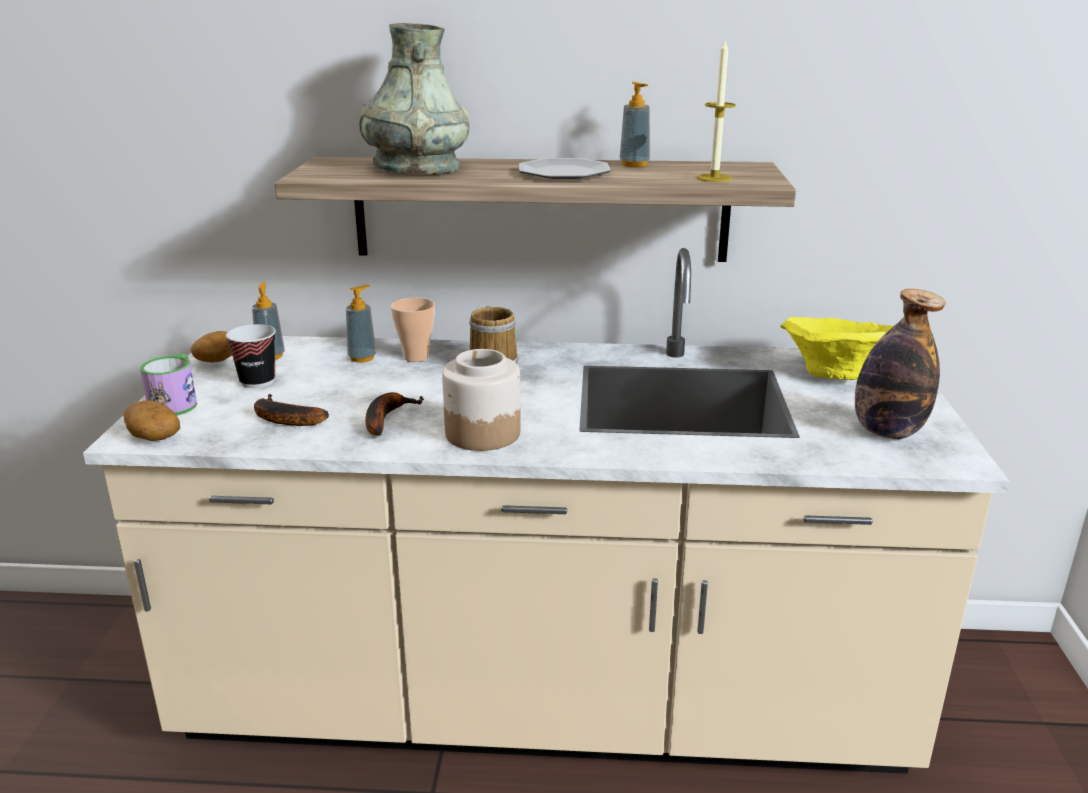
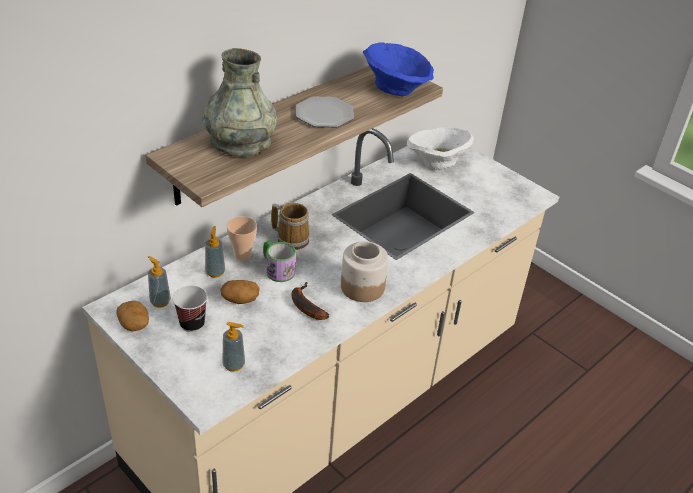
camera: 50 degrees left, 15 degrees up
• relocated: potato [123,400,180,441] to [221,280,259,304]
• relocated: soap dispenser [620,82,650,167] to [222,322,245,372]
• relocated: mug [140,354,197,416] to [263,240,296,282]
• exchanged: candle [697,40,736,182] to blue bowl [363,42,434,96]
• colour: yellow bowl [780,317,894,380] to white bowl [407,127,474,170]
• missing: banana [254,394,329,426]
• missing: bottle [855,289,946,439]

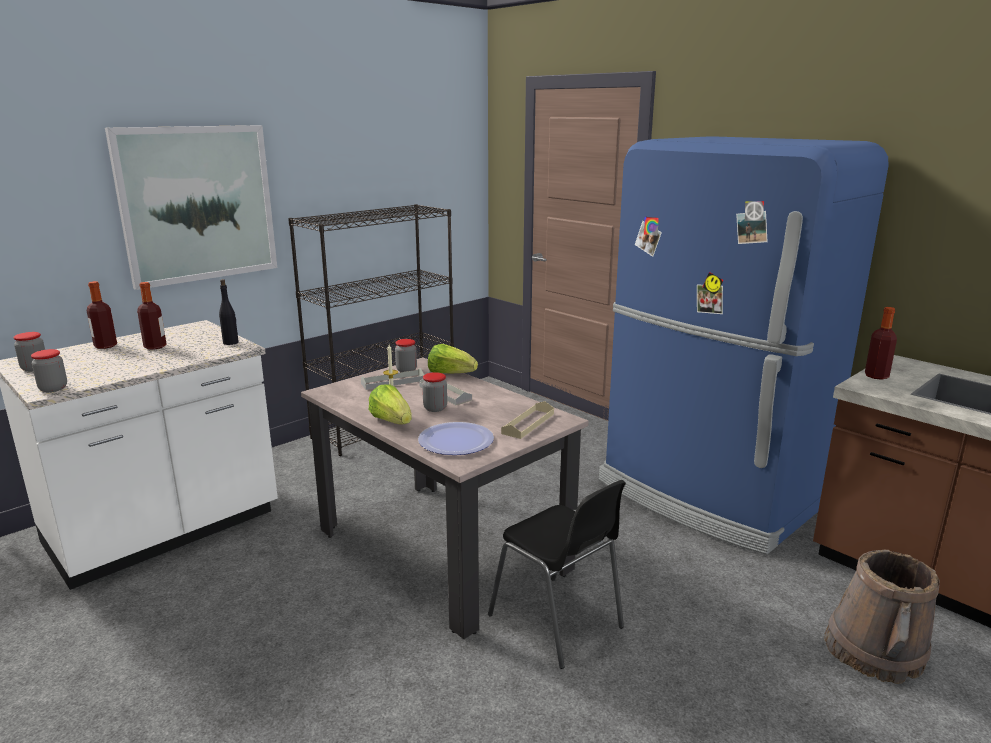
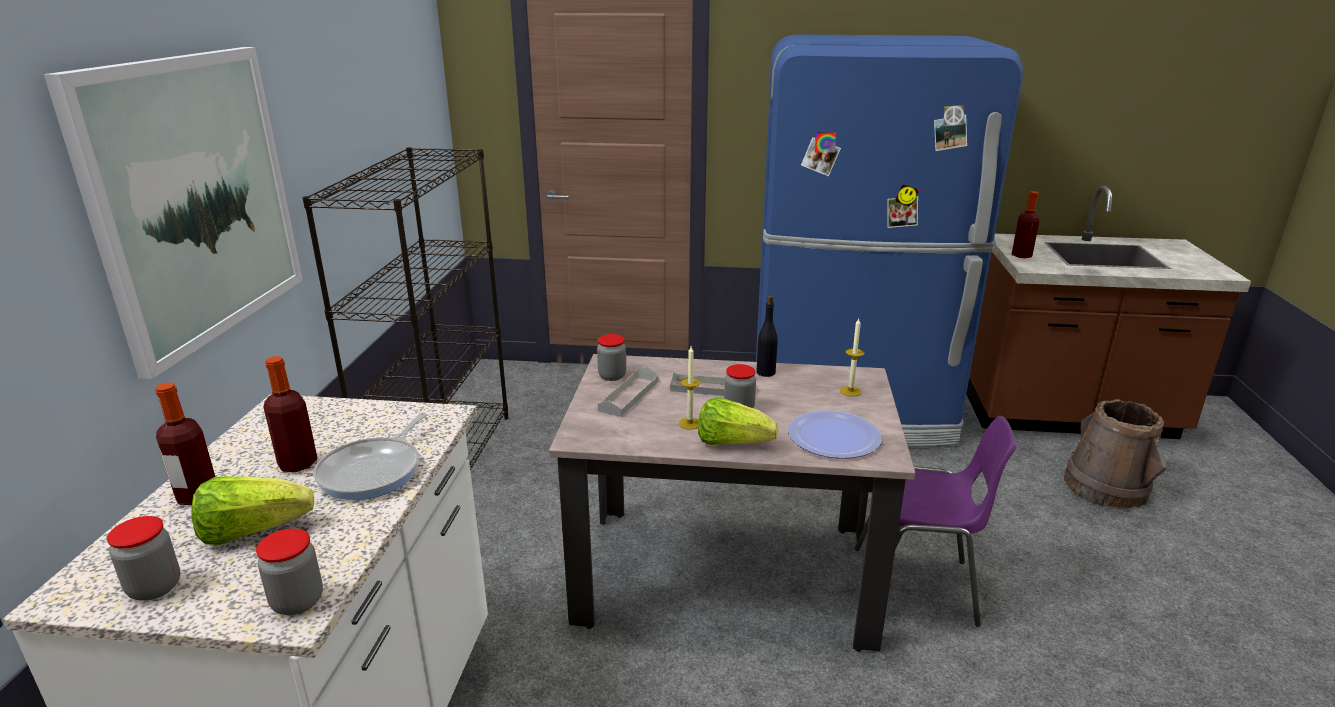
camera: 40 degrees left, 5 degrees up
• relocated: lettuce [428,344,478,374] to [191,476,314,545]
• appeared: frying pan [314,412,427,500]
• relocated: black bottle [219,279,239,345] to [757,296,778,377]
• exchanged: beige tray [501,401,554,439] to candle [840,319,865,397]
• colour: black chair [488,480,626,669] to purple chair [855,415,1016,627]

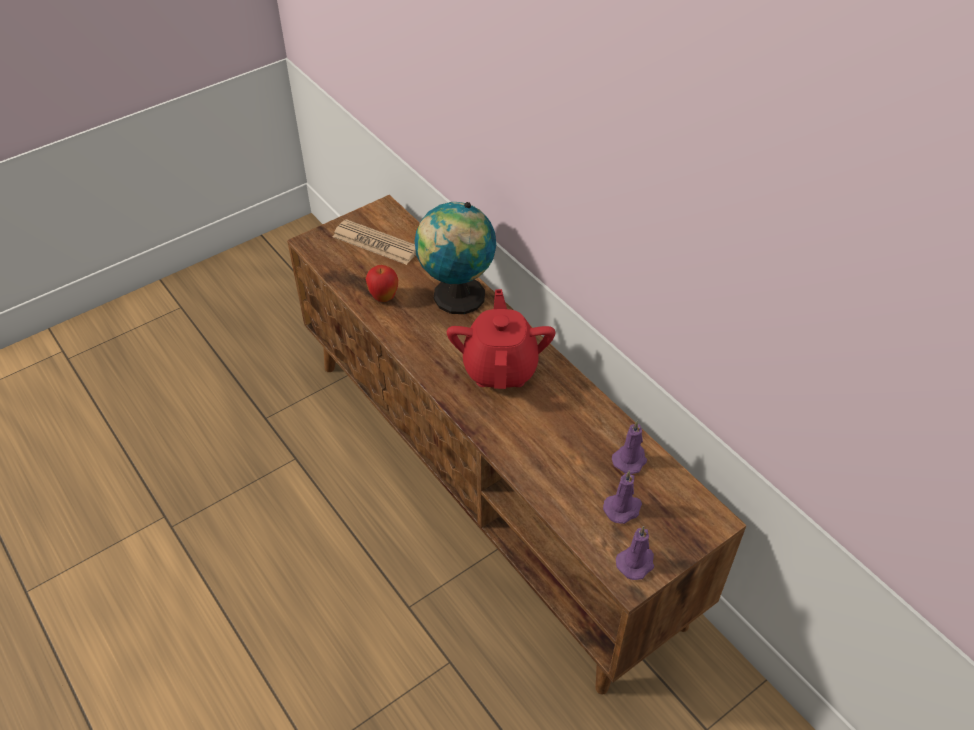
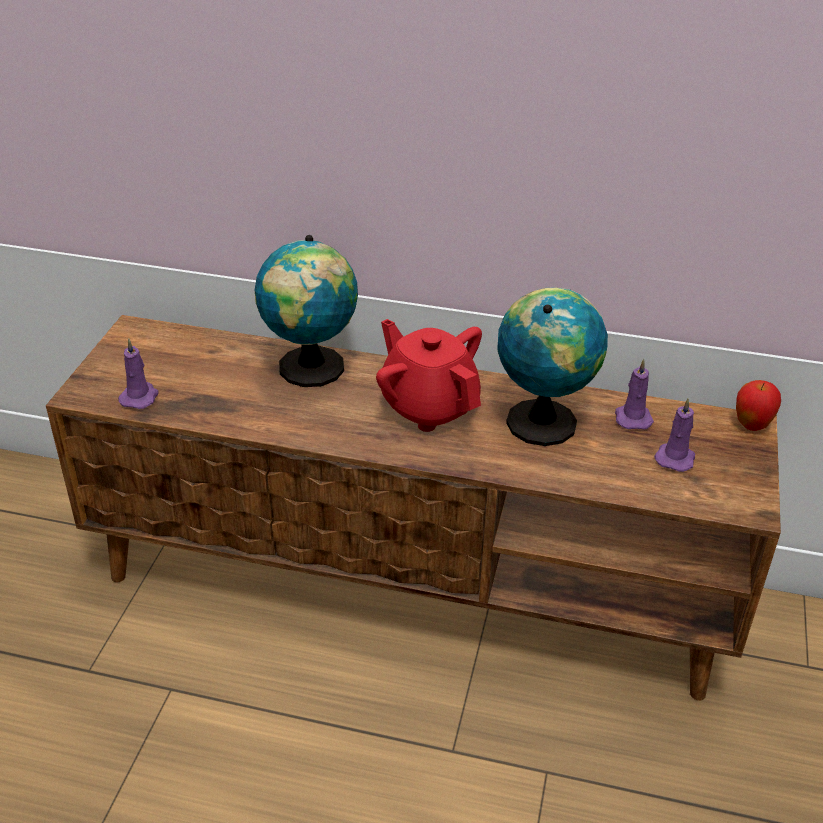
camera: 40 degrees left, 10 degrees down
• relocated: purple candle [616,526,654,580] to [118,339,159,409]
• appeared: globe [497,288,608,446]
• relocated: apple [366,265,398,302] to [736,380,781,431]
• missing: newspaper [332,219,416,265]

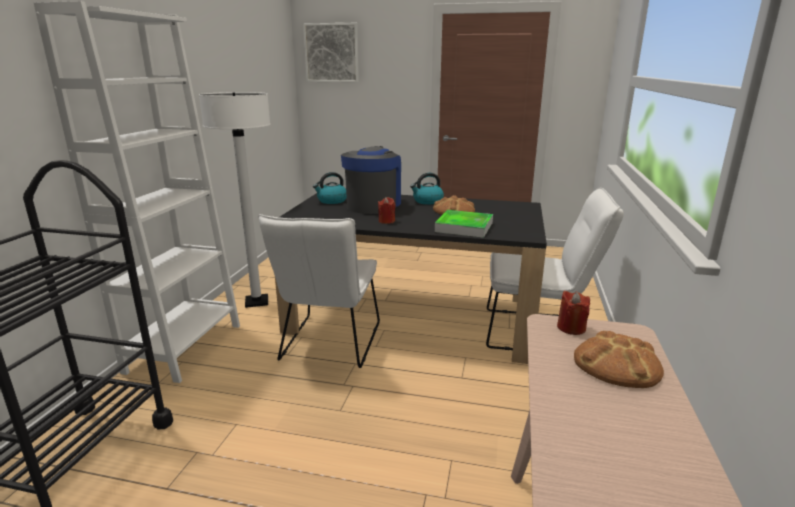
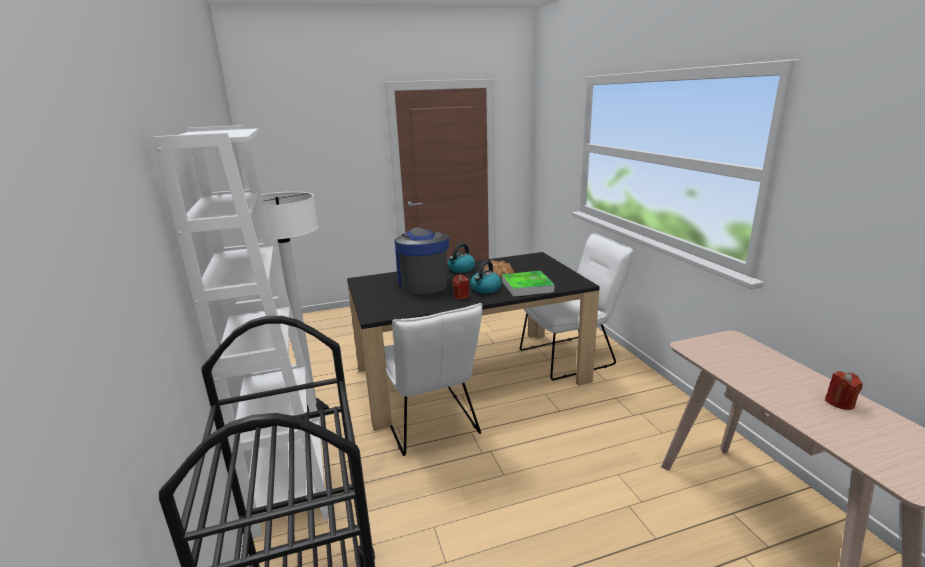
camera: 30 degrees left, 0 degrees up
• relocated: kettle [313,172,347,204] to [470,260,501,294]
• relocated: red candle [557,291,590,335] to [825,371,863,410]
• missing: picture [303,23,359,83]
• missing: bread [574,331,664,388]

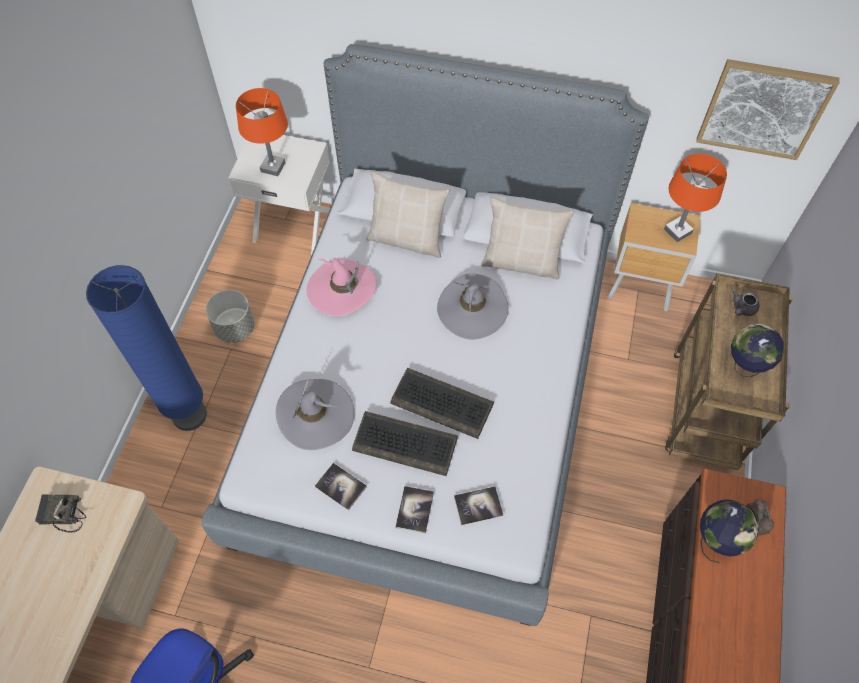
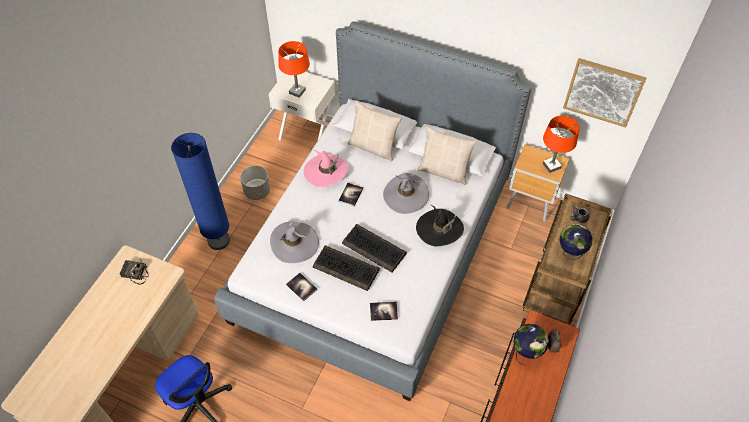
camera: 10 degrees right, 5 degrees down
• relocated: book [395,486,434,534] to [338,183,363,207]
• appeared: black hat [416,205,464,246]

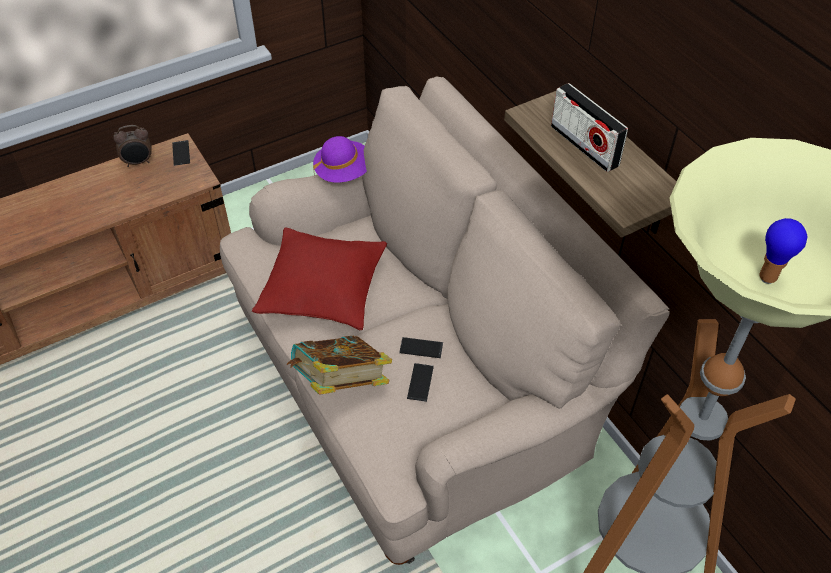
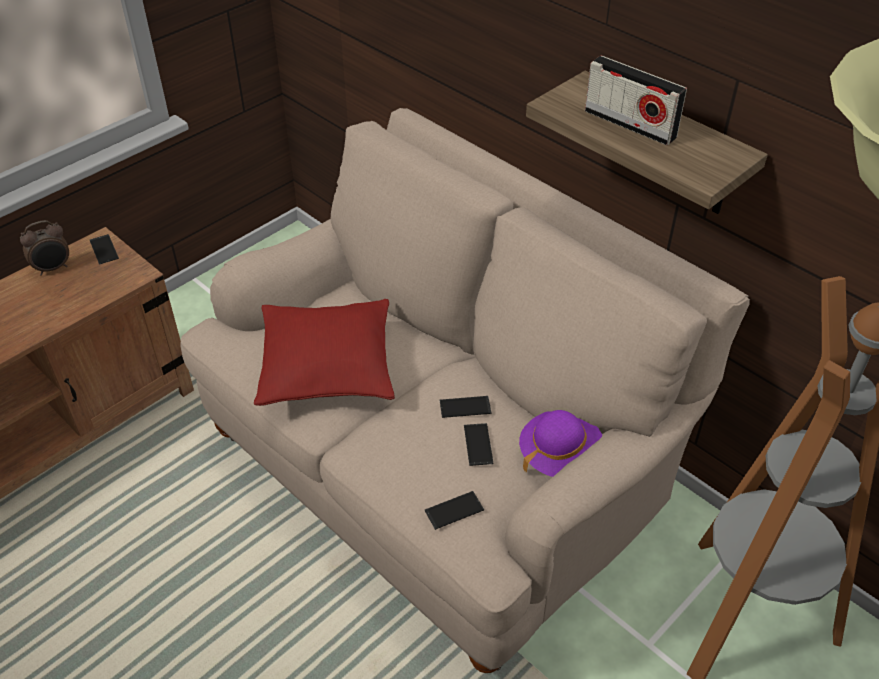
camera: 15 degrees left, 5 degrees down
• appeared: phone [424,491,484,530]
• relocated: purple hat [313,136,367,183] to [519,410,602,477]
• missing: book [287,336,392,395]

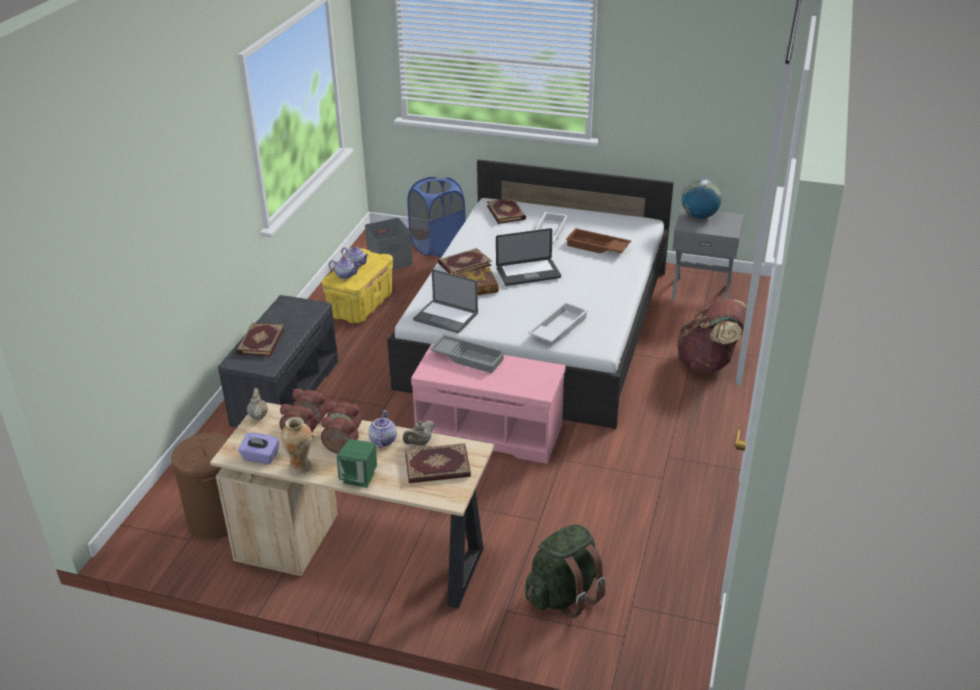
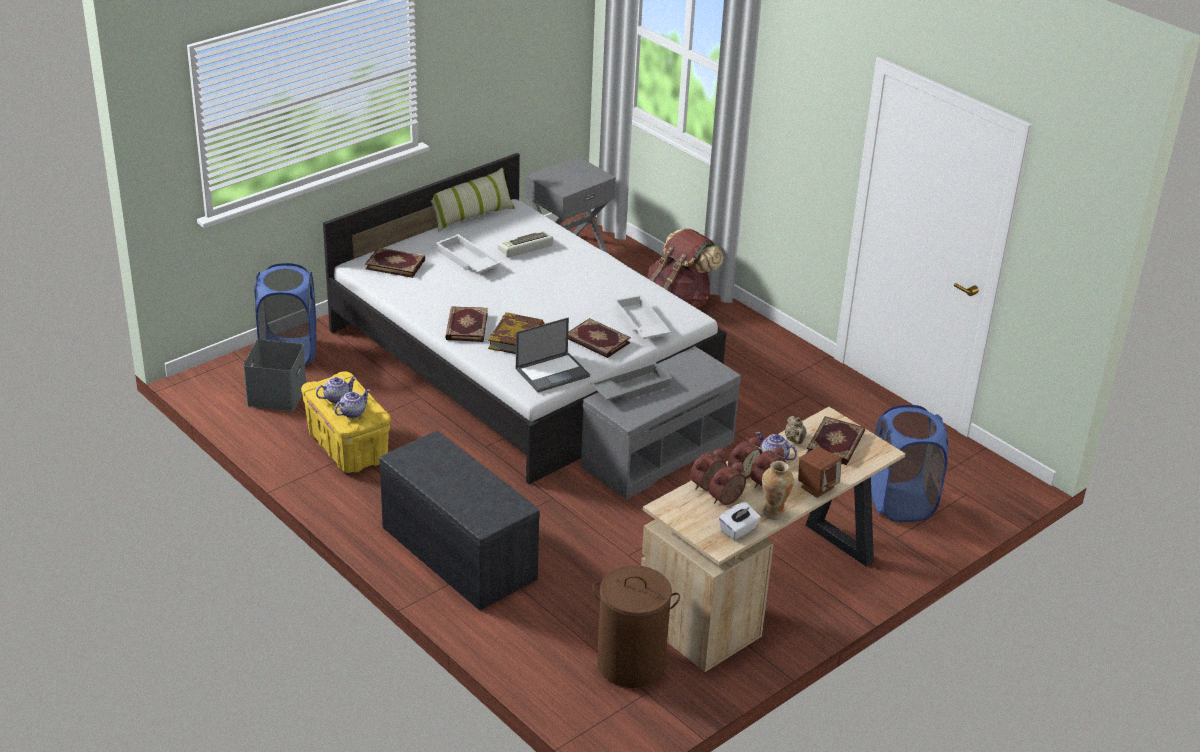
camera: 60 degrees left, 0 degrees up
• appeared: pillow [431,167,515,232]
• exchanged: brown tray [566,228,631,254] to keyboard [498,231,553,257]
• relocated: book [236,323,285,357] to [568,318,631,358]
• colour: pink bench [411,344,565,464] to grey bench [581,346,741,500]
• colour: purple tissue box [238,433,279,464] to white tissue box [719,502,761,540]
• colour: green speaker [337,439,377,488] to brown speaker [798,447,842,498]
• exchanged: green backpack [525,524,606,619] to blue laundry basket [871,405,948,522]
• missing: beige teapot [247,388,268,420]
• missing: laptop [496,228,561,286]
• missing: globe [682,179,722,219]

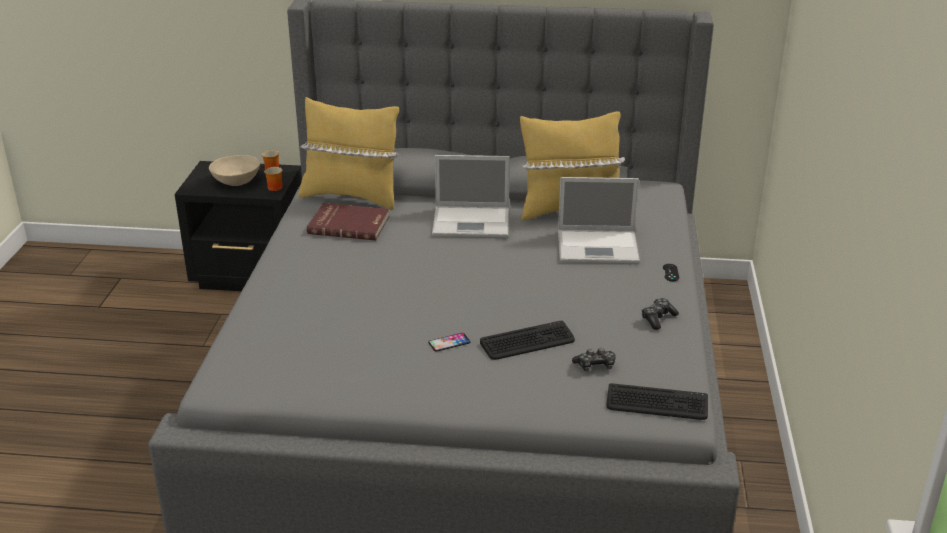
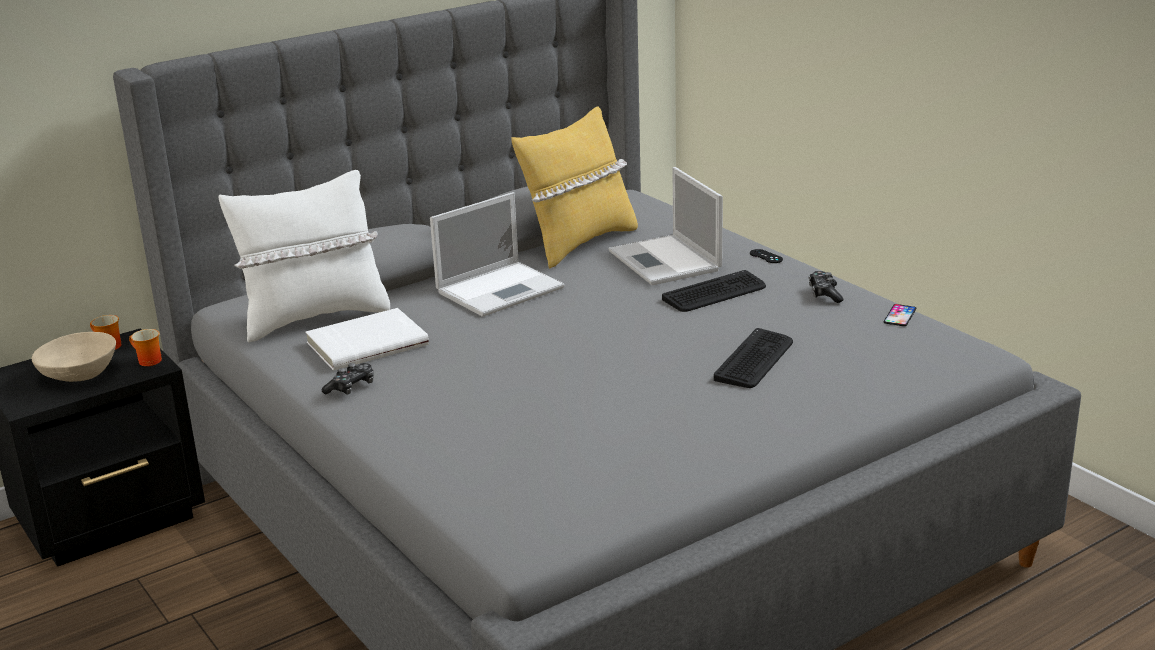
camera: 40 degrees left, 5 degrees down
• colour: yellow pillow [298,97,399,210] to white pillow [218,170,390,343]
• colour: red book [307,203,390,241] to white book [305,308,429,371]
• relocated: game controller [572,348,616,371] to [322,363,374,395]
• spun: laptop [558,177,640,263] = [608,167,723,285] 105 degrees clockwise
• relocated: keyboard [606,383,708,420] to [662,270,766,312]
• relocated: phone [428,333,470,352] to [883,304,916,326]

